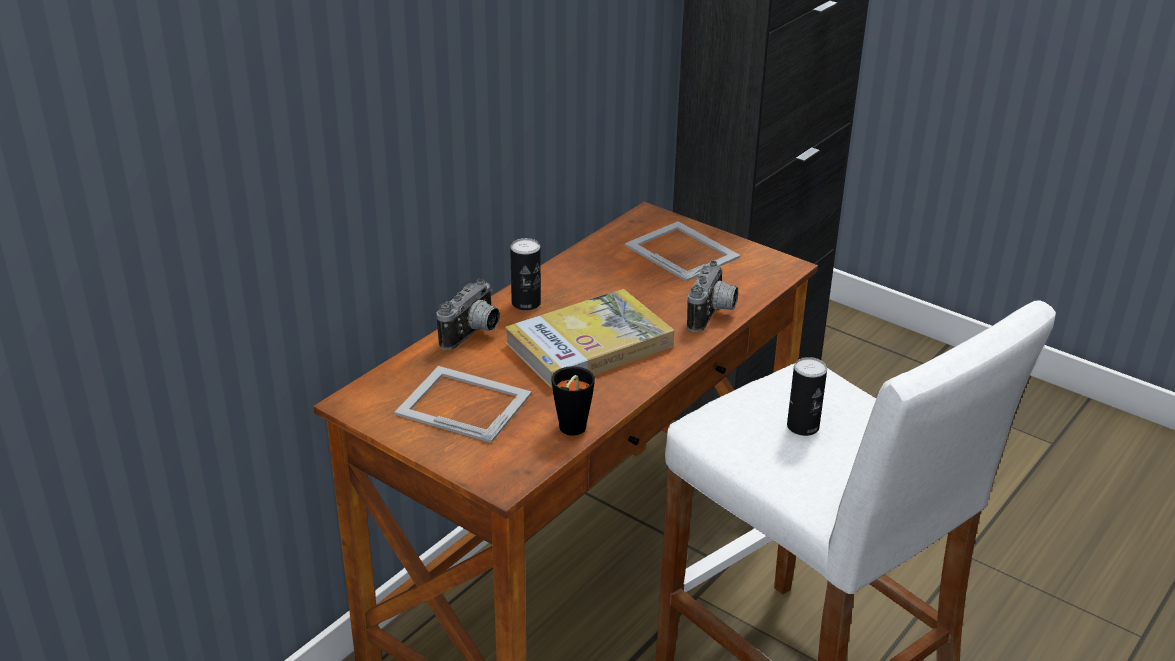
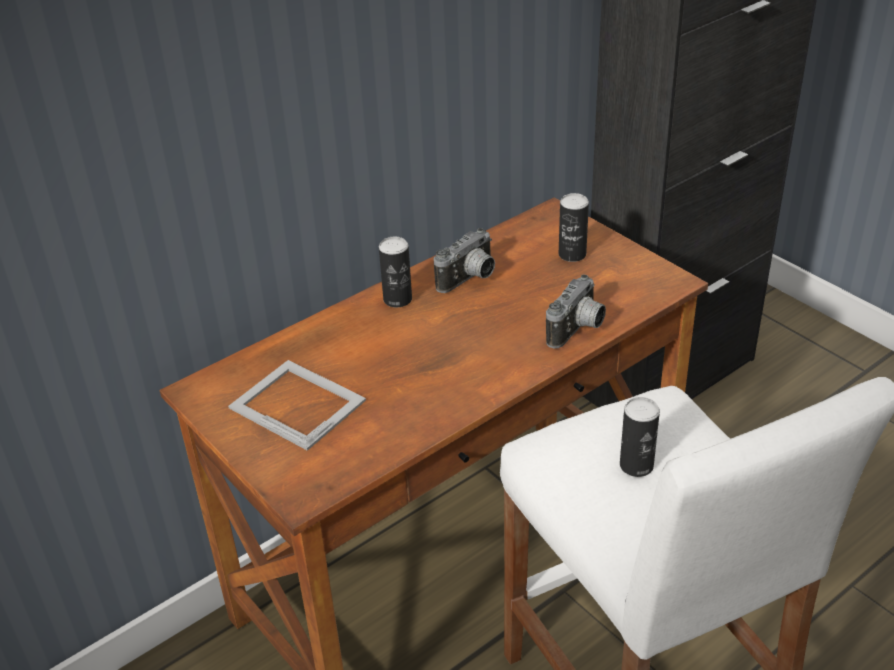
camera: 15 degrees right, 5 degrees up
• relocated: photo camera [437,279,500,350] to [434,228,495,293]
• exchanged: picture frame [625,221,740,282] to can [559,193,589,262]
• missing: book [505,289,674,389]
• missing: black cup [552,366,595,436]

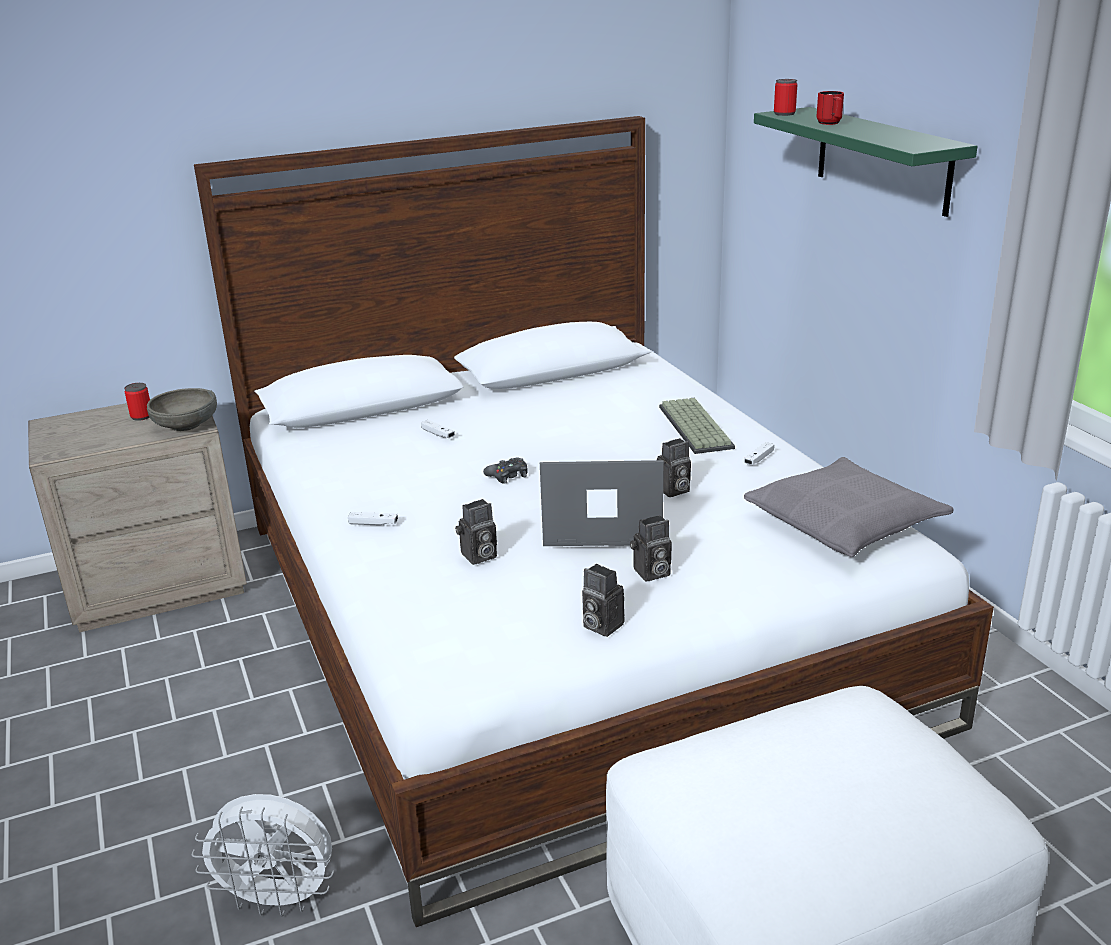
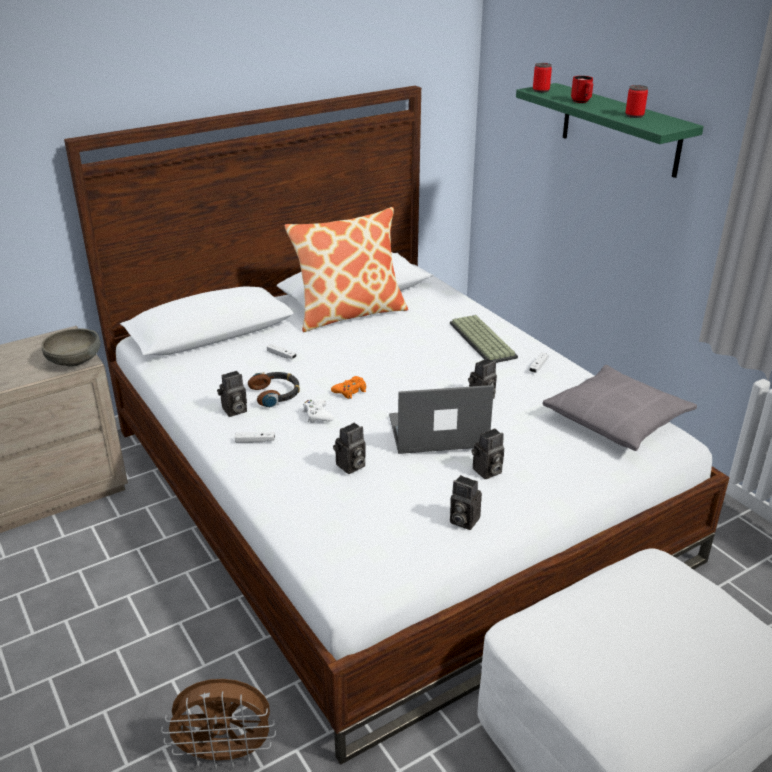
camera: 10 degrees left, 5 degrees up
• colour: white fan [192,794,334,917] to brown fan [161,679,276,769]
• appeared: photo camera [217,371,247,417]
• appeared: headphones [248,372,300,408]
• appeared: pillow [285,207,408,332]
• appeared: white game controller [303,399,334,423]
• colour: black game controller [483,458,528,484] to orange game controller [331,376,366,399]
• relocated: can [124,383,150,421] to [625,85,648,118]

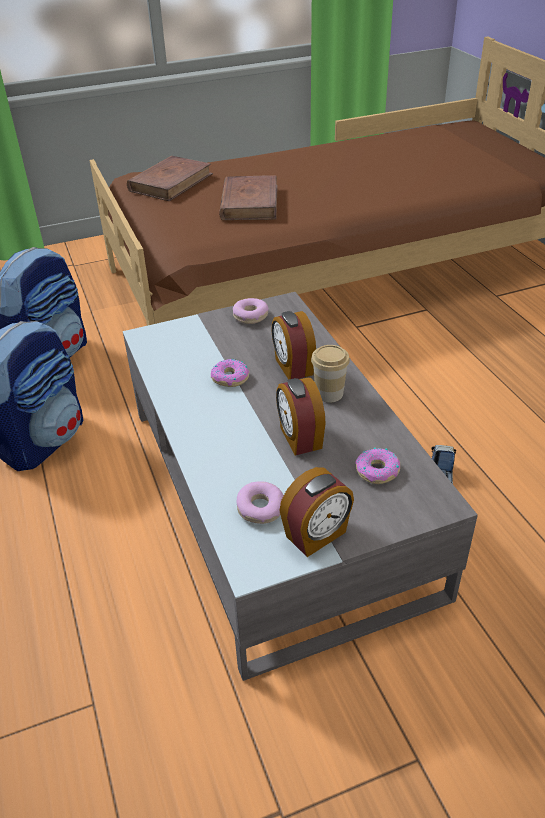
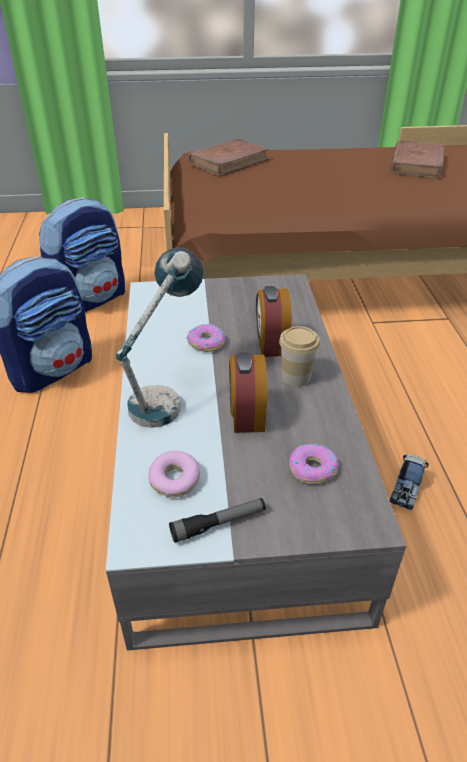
camera: 15 degrees right, 0 degrees up
• appeared: table lamp [116,247,203,428]
• exchanged: alarm clock [279,467,354,557] to flashlight [169,498,266,543]
• relocated: brown book [219,175,278,220] to [390,141,444,179]
• missing: donut [233,298,269,324]

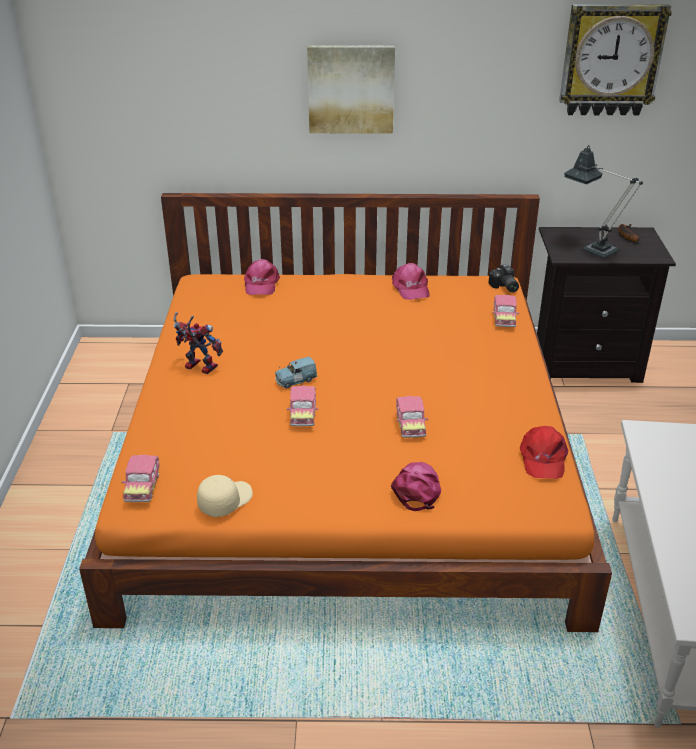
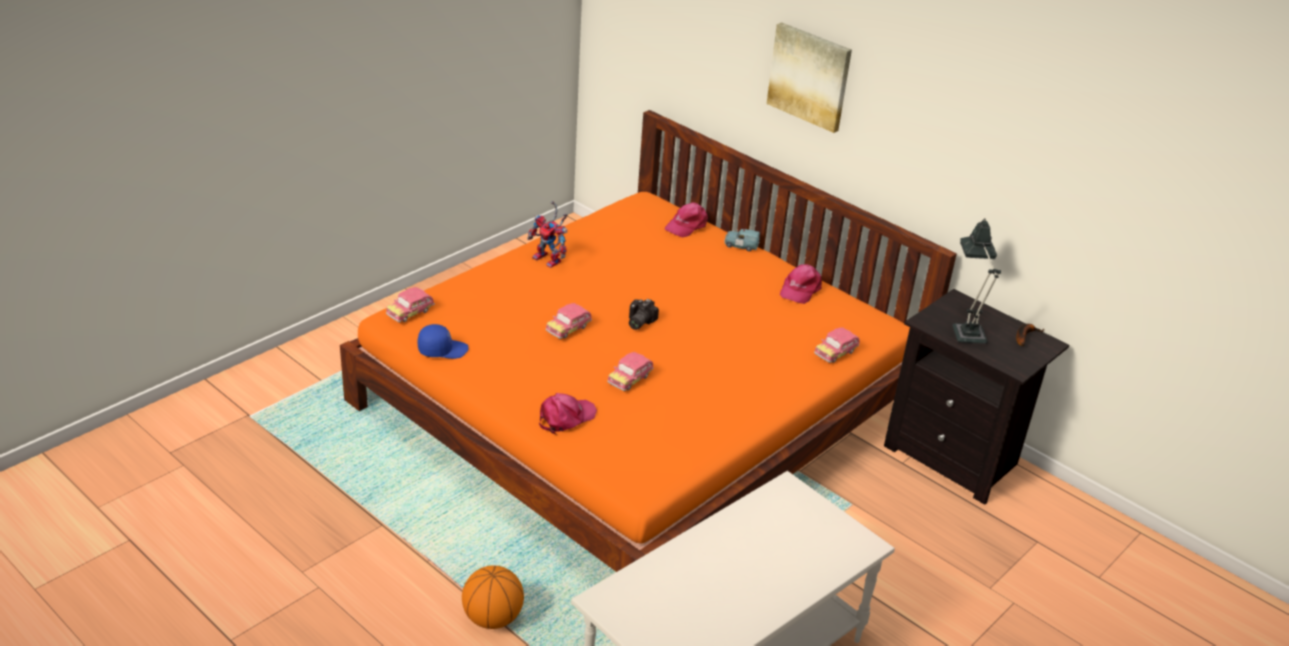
camera: 40 degrees right, 0 degrees up
• colour: beige cap [197,475,253,517] to blue cap [418,324,469,359]
• appeared: basketball [462,565,524,629]
• spun: toy robot [173,312,223,374] = [527,201,568,268] 150 degrees clockwise
• relocated: photo camera [489,264,519,292] to [629,299,659,330]
• relocated: blue toy car [275,356,317,389] to [724,229,760,251]
• missing: red cap [520,426,568,479]
• missing: wall clock [559,4,672,116]

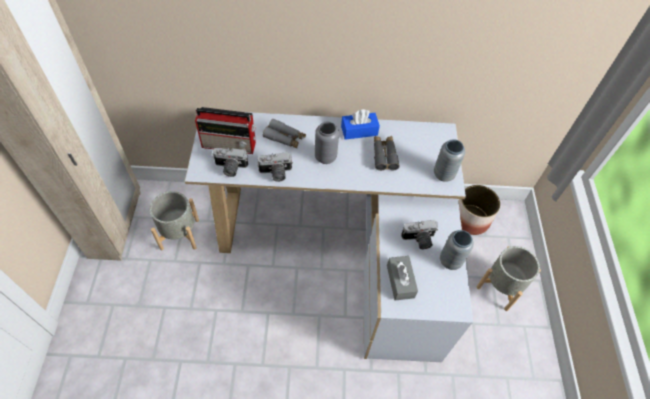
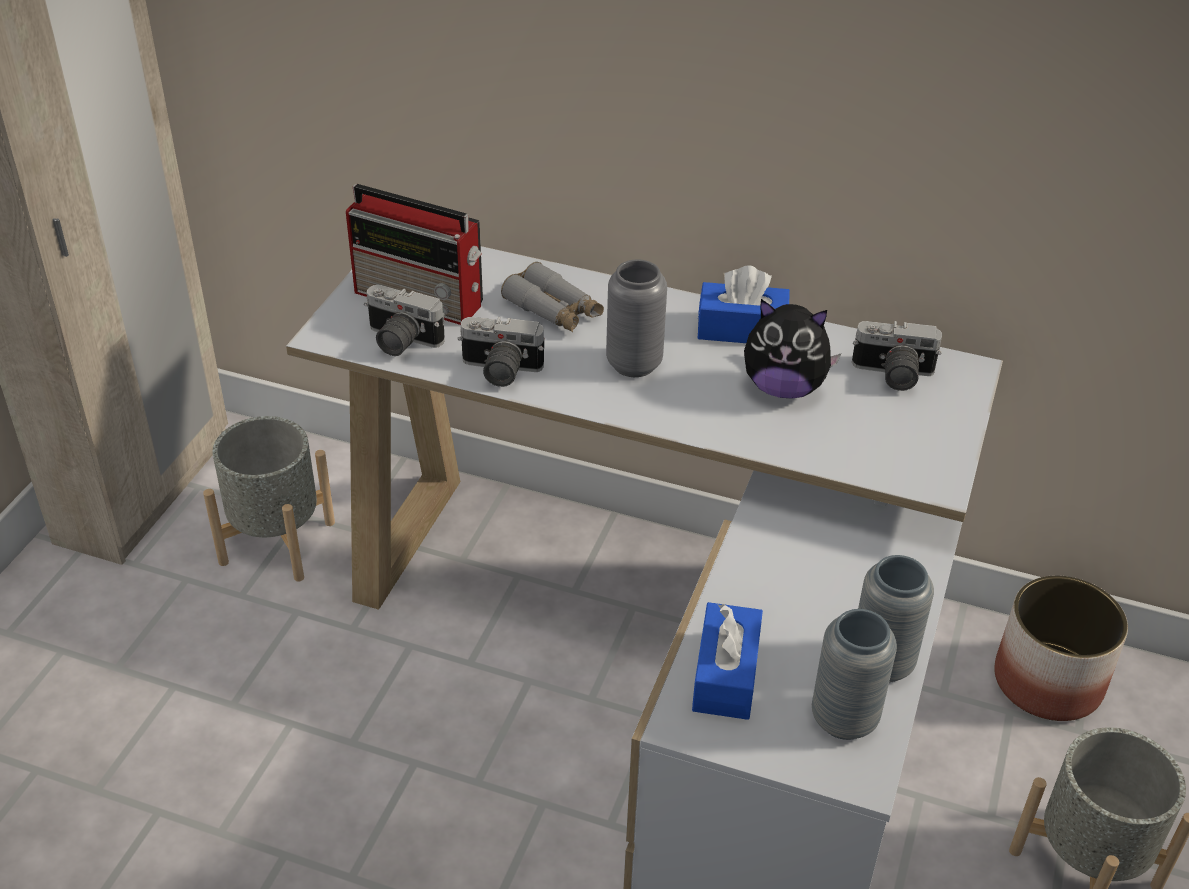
camera: 20 degrees right, 15 degrees down
• colour: grey tissue box [387,256,418,300] to blue tissue box [692,602,763,720]
• exchanged: grey binoculars [374,136,400,171] to plush toy [744,299,841,399]
• relocated: grey vase [434,139,465,182] to [812,609,897,740]
• relocated: photo camera [401,220,438,249] to [852,321,942,391]

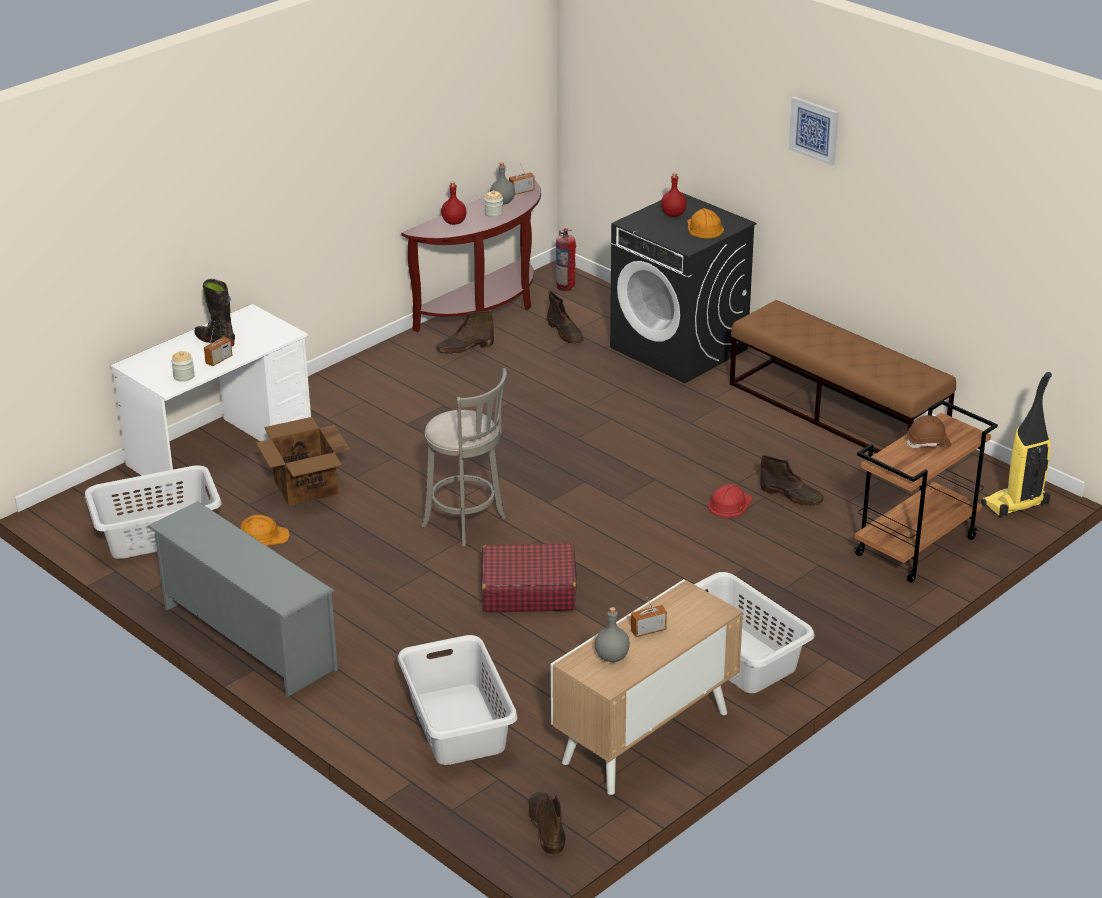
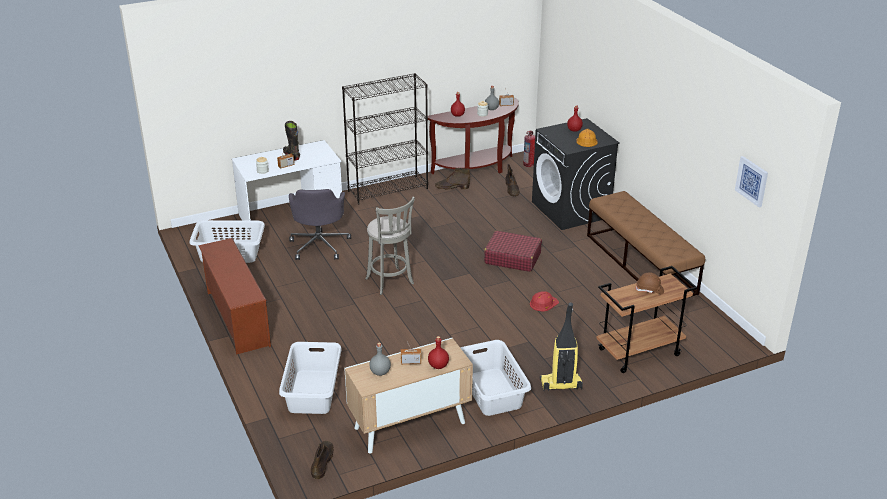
camera: 20 degrees right, 0 degrees up
• colour: grey shoe rack [147,501,338,696] to brown shoe rack [199,238,271,355]
• exchanged: cardboard box [256,417,350,506] to grey office chair [289,189,351,260]
• appeared: black bookcase [342,73,428,204]
• appeared: red bottle [428,336,449,369]
• relocated: red suitcase [481,543,577,612] to [484,231,542,272]
• relocated: vacuum cleaner [981,372,1052,518] to [540,303,583,391]
• relocated: picture [788,96,839,166] to [735,156,768,207]
• missing: orange hard hat [240,515,290,546]
• missing: brown boot [760,455,824,506]

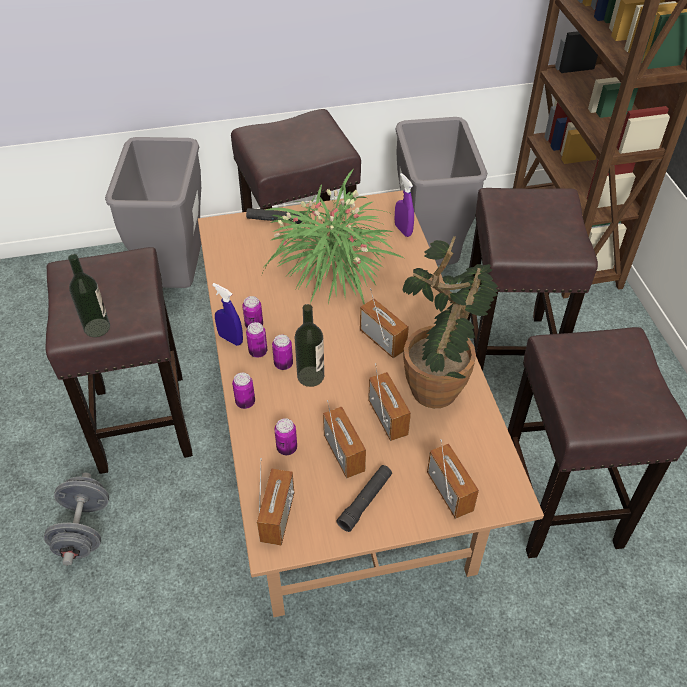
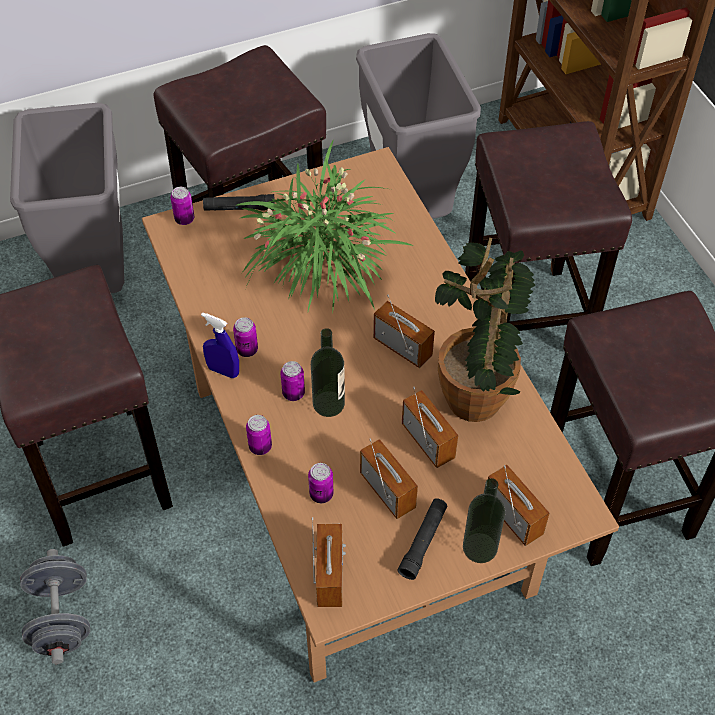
camera: 10 degrees left, 5 degrees up
• relocated: can [246,322,267,358] to [170,187,194,225]
• relocated: bottle [68,254,110,337] to [463,478,505,563]
• missing: purple spray bottle [395,173,414,237]

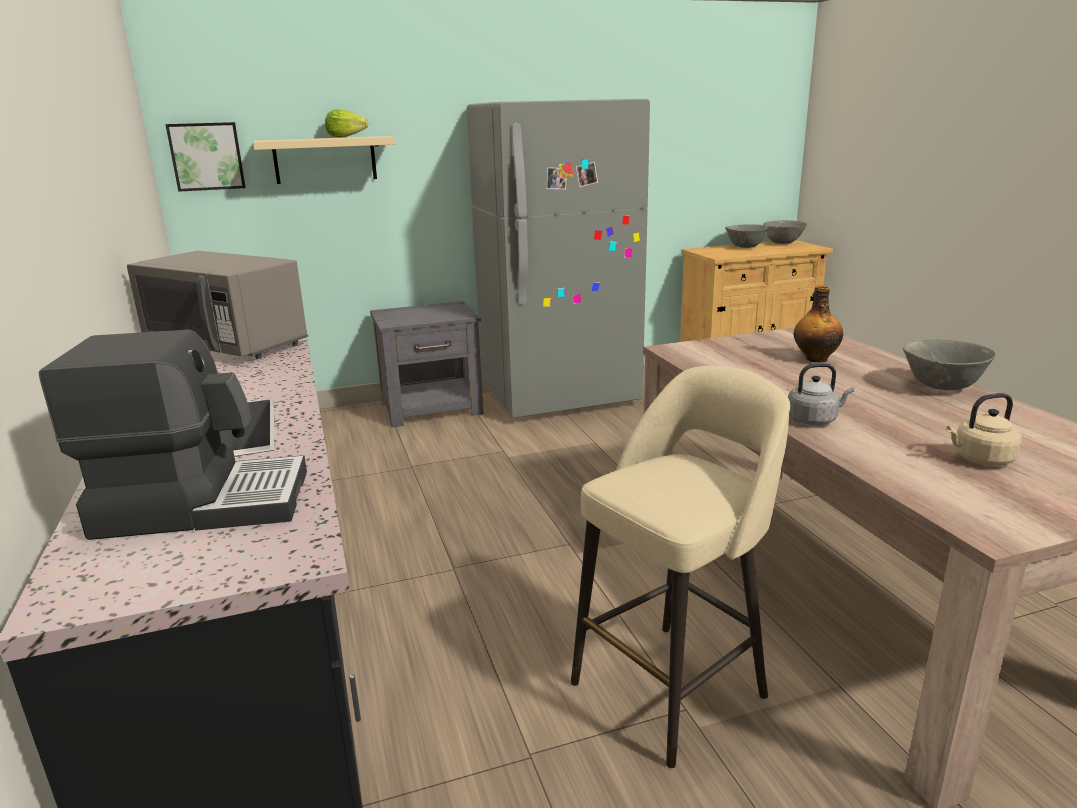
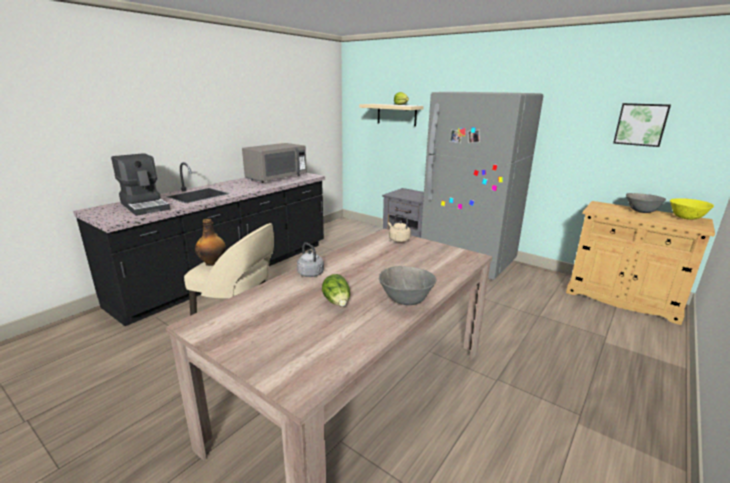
camera: 55 degrees right, 0 degrees up
• relocated: bottle [794,285,843,363] to [195,218,226,266]
• spun: grey microwave [127,251,308,359] = [242,143,307,183] 135 degrees counterclockwise
• appeared: lettuce [322,274,350,307]
• relocated: beige kettle [946,393,1022,466] to [388,214,411,242]
• relocated: picture [165,122,246,192] to [613,103,671,147]
• colour: grey bowl [763,220,807,244] to yellow bowl [670,198,714,220]

